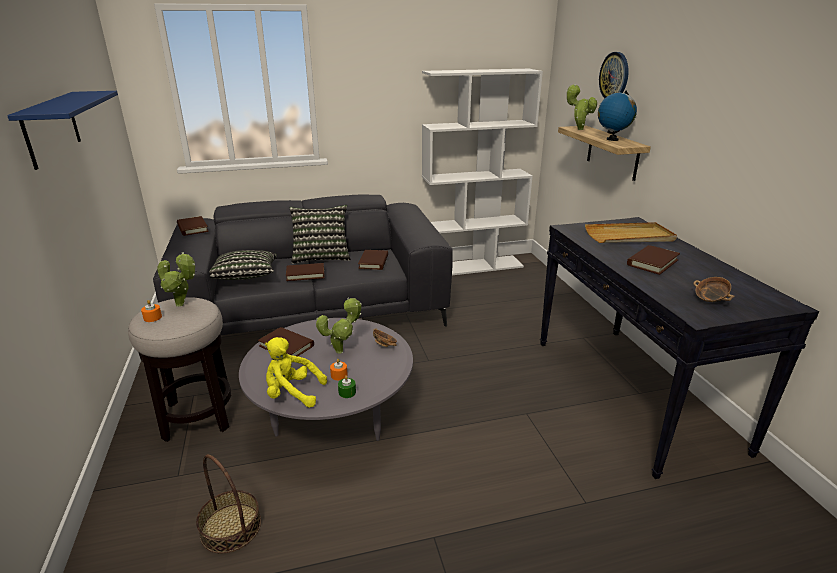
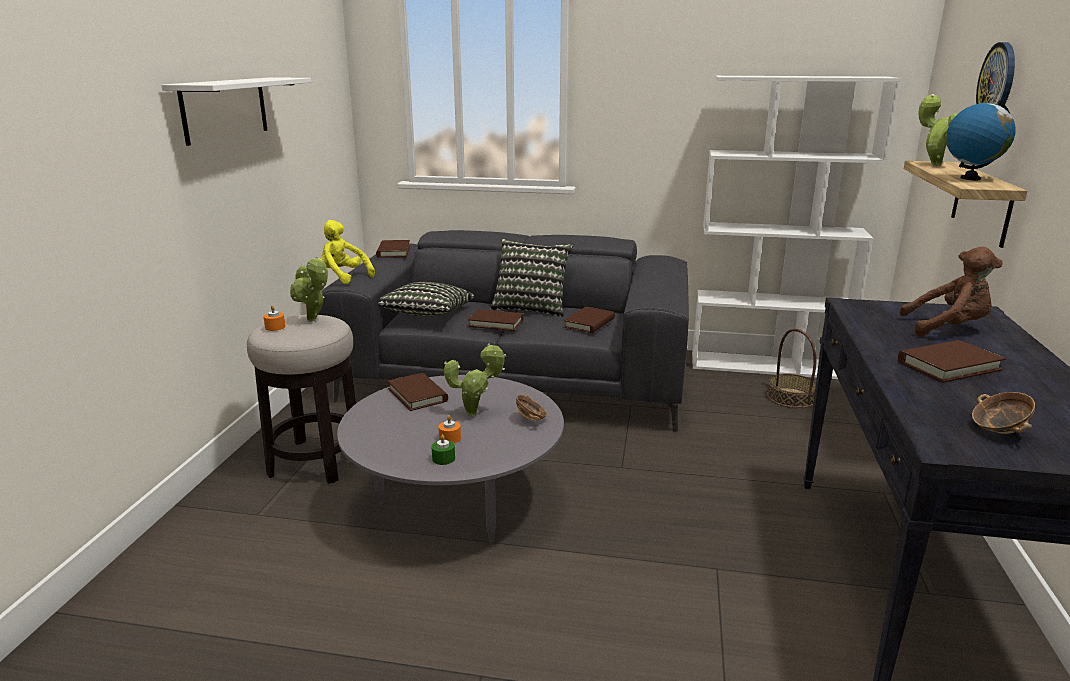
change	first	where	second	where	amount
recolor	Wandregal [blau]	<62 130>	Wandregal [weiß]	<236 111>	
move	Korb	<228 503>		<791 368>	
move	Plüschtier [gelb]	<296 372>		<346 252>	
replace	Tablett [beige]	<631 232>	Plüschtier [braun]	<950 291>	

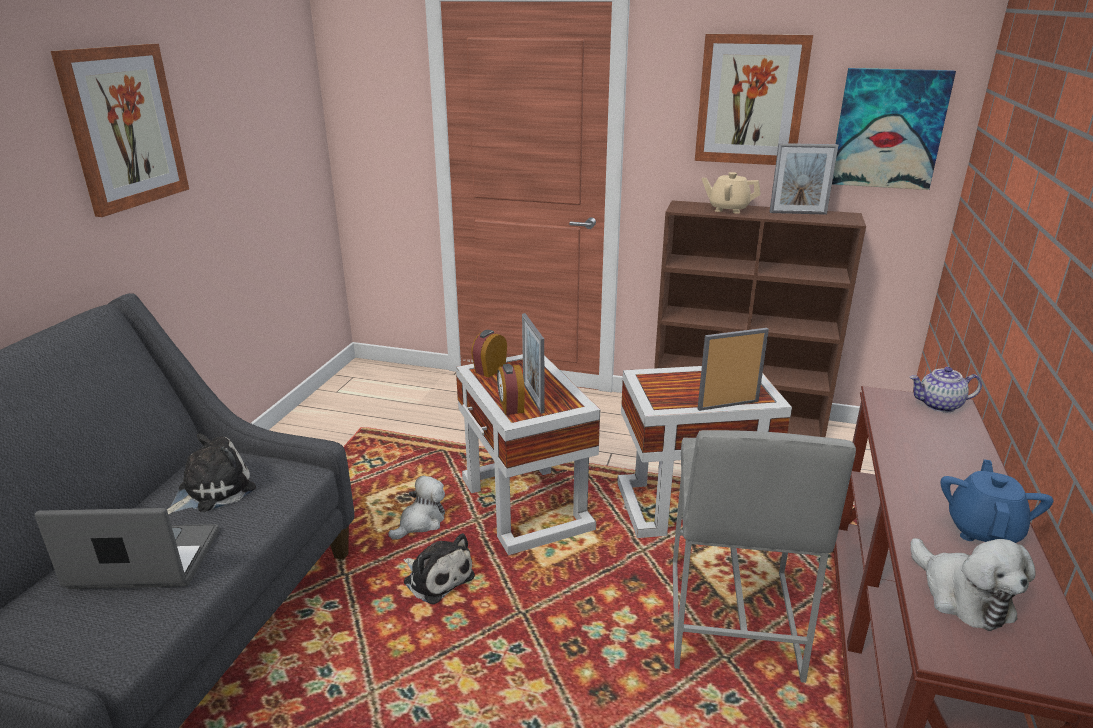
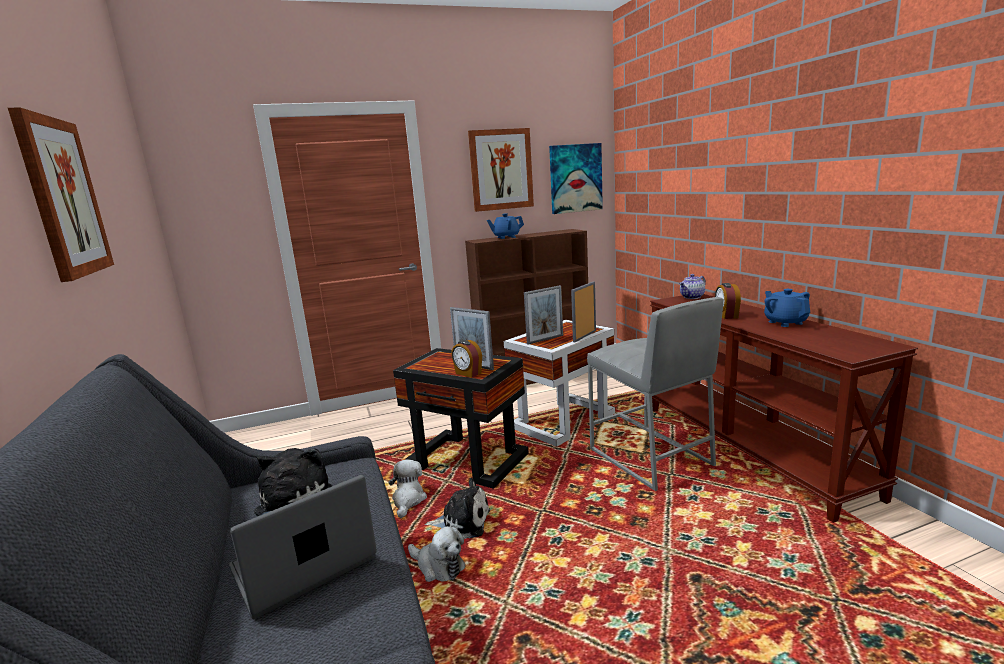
change	first	where	second	where	amount
recolor	Beistelltisch [weiß]	<528 454>	Beistelltisch [schwarz]	<461 418>	
move	Wecker	<489 354>		<728 301>	
recolor	Teekanne [beige]	<731 193>	Teekanne [blau]	<505 226>	
move	Bilderrahmen	<803 179>		<543 314>	
move	Plüschtier	<973 584>		<437 554>	

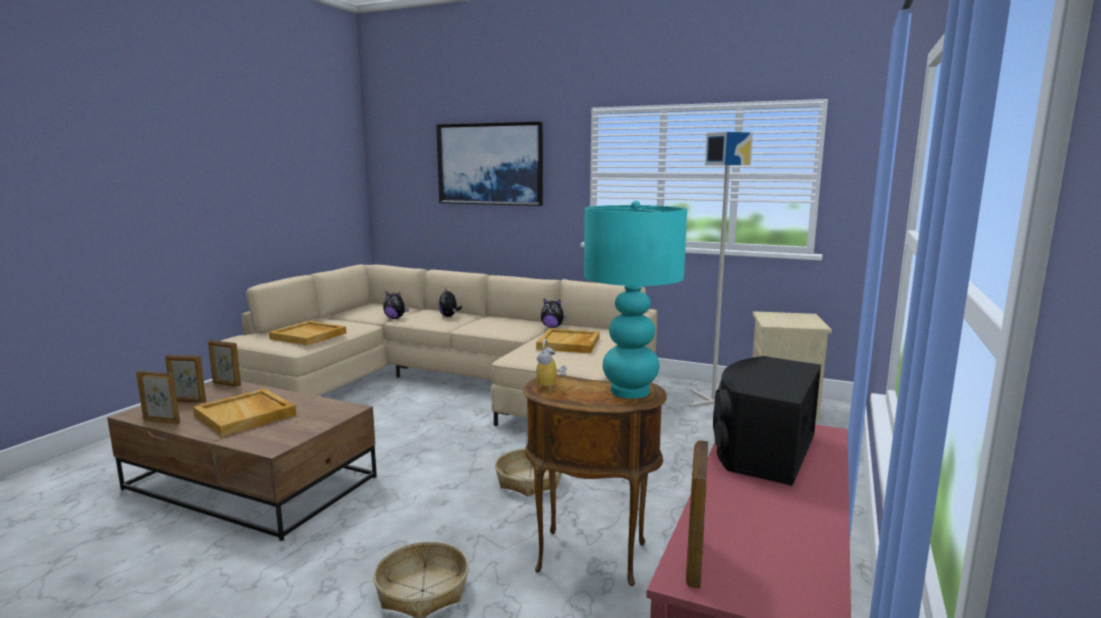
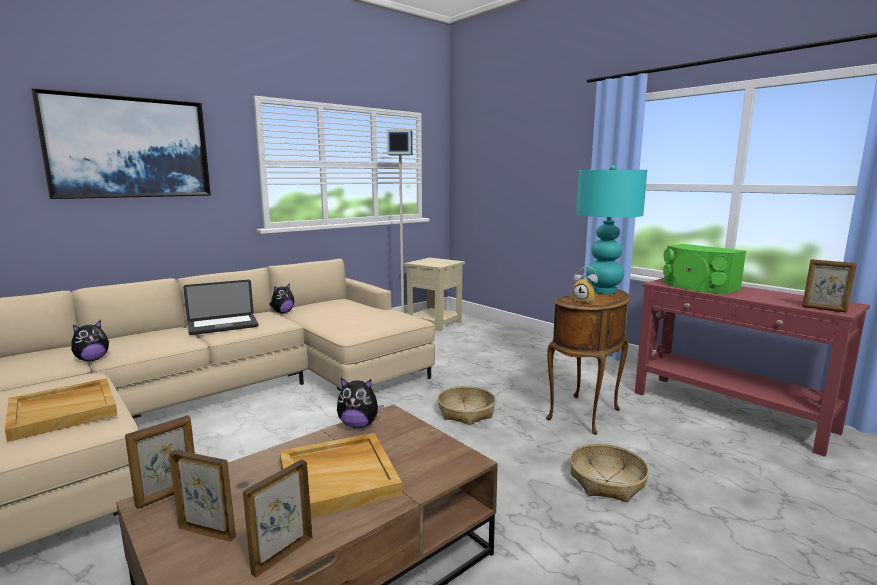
change	first	where	second	where	amount
rotate	Bilderrahmen	<185 379>		<202 496>	105 degrees counterclockwise
move	Plüschtier	<450 302>		<360 403>	
delete	Tablett [beige]	<568 341>			
recolor	Lautsprecher [schwarz]	<767 421>	Lautsprecher [grün]	<704 269>	
insert			Laptop	<220 307>	

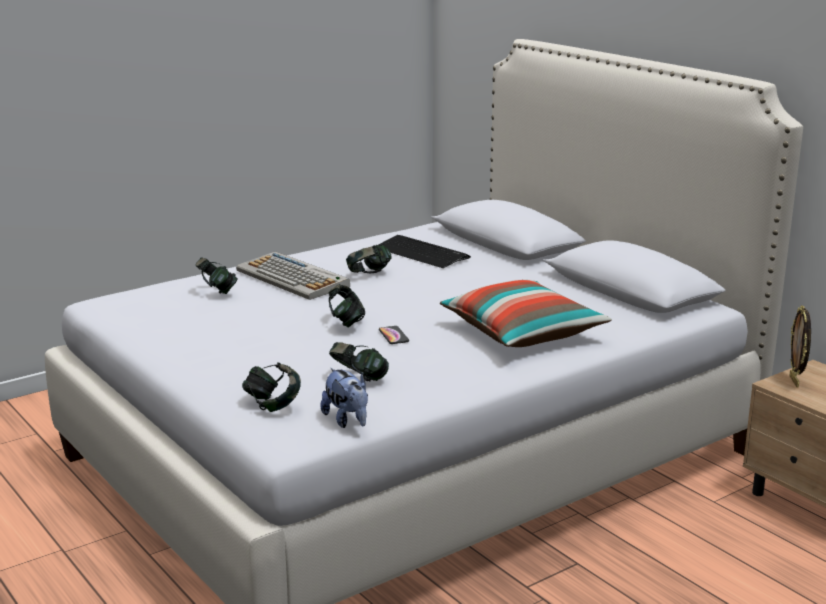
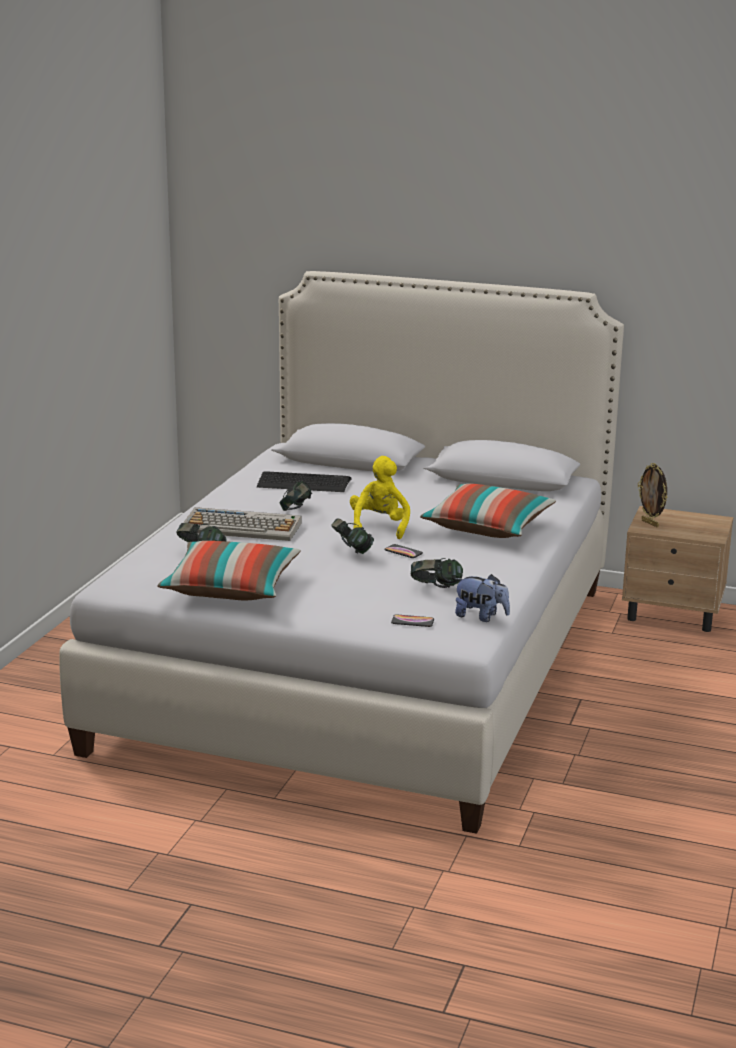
change	first	where	second	where	amount
replace	Kopfhörer	<271 387>	Handy	<412 620>	
insert			Kissen	<229 570>	
insert			Plüschtier [gelb]	<380 497>	

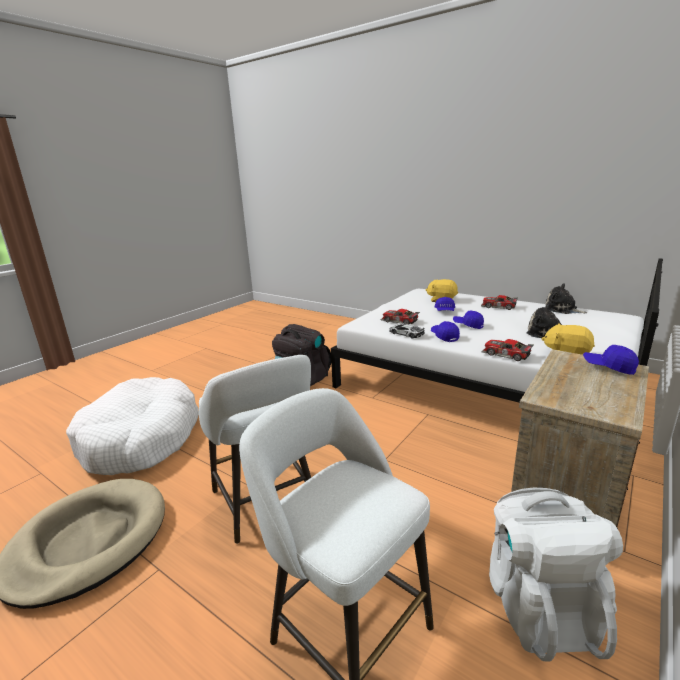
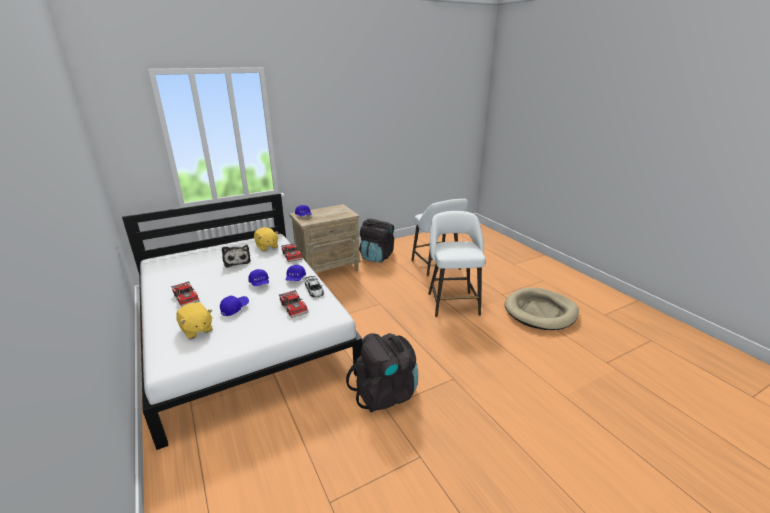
change	first	where	second	where	amount
delete	Hundebett [weiß]	<132 426>			
recolor	Rucksack [weiß]	<556 574>	Rucksack [schwarz]	<376 241>	
delete	Plüschtier	<566 298>			

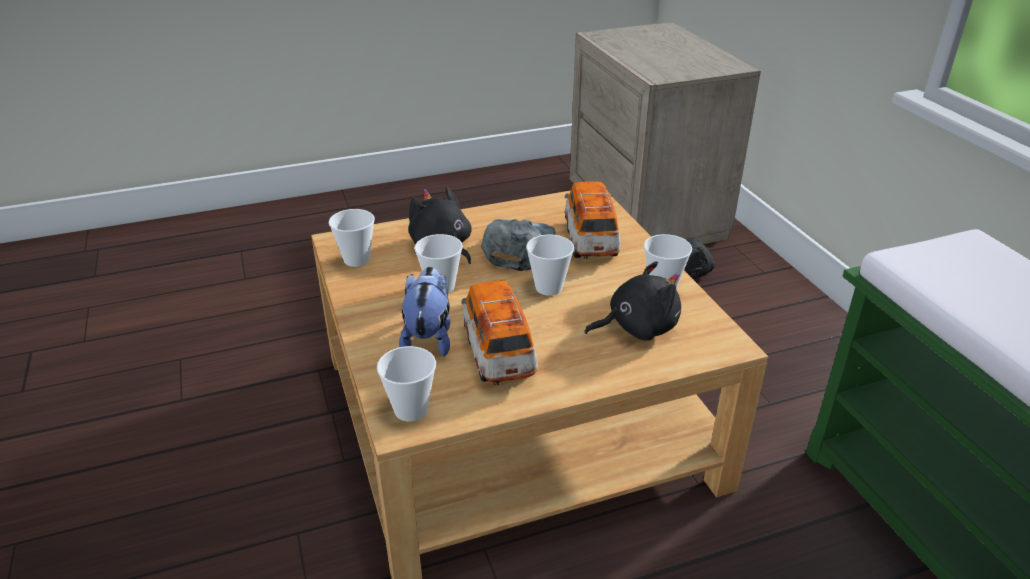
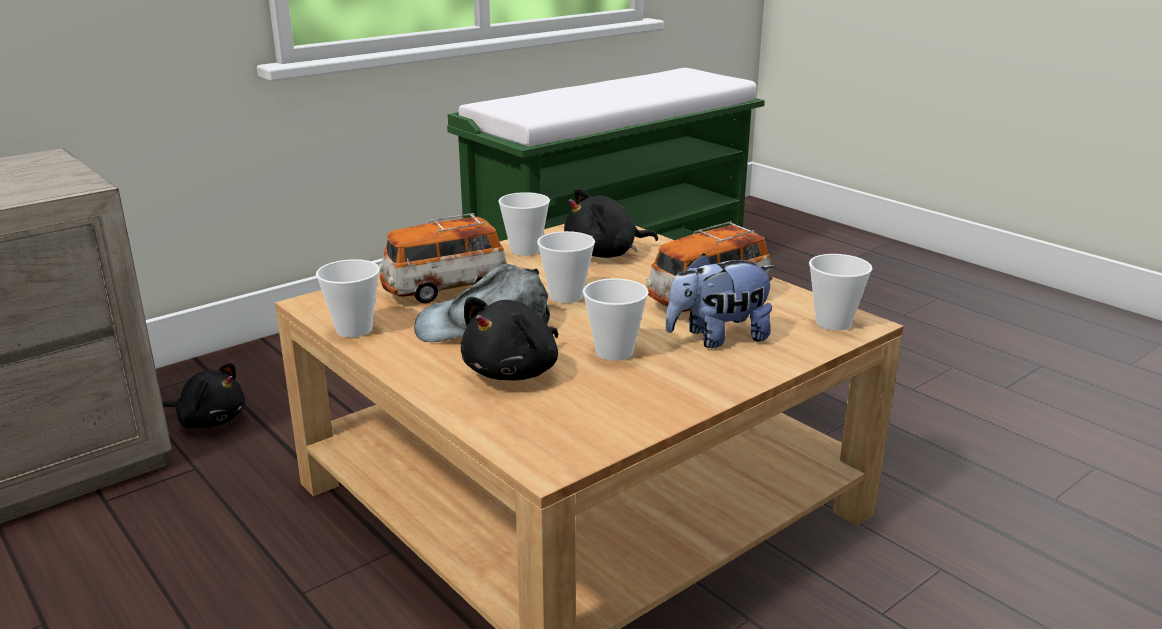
change	first	where	second	where	amount
move	Tasse	<352 238>		<348 298>	
rotate	Plüschtier [schwarz]	<632 301>		<611 223>	75 degrees counterclockwise

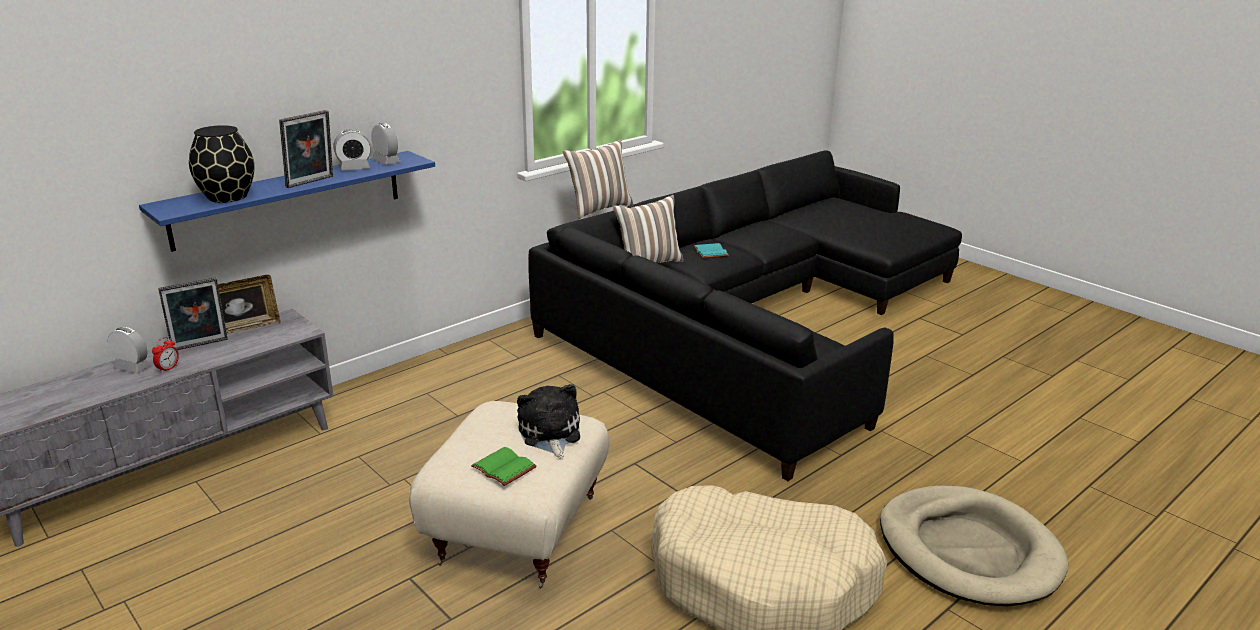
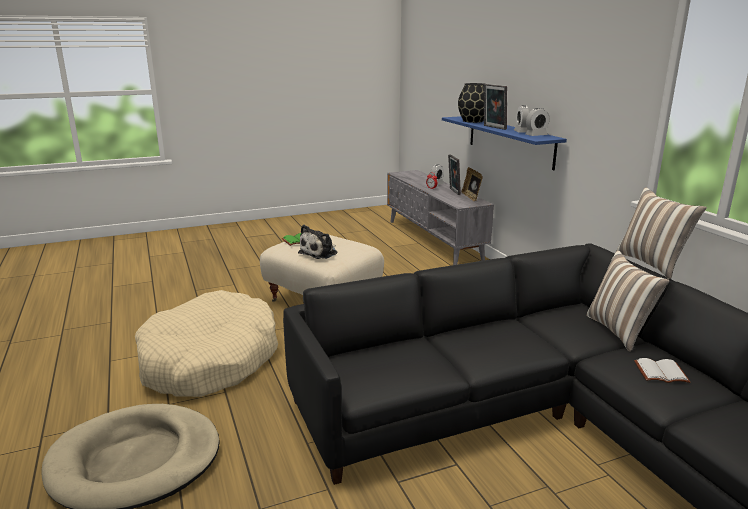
change	first	where	second	where	amount
rotate	Plüschtier	<548 421>		<317 242>	120 degrees clockwise
recolor	Buch [türkis]	<711 250>	Buch [weiß]	<662 370>	

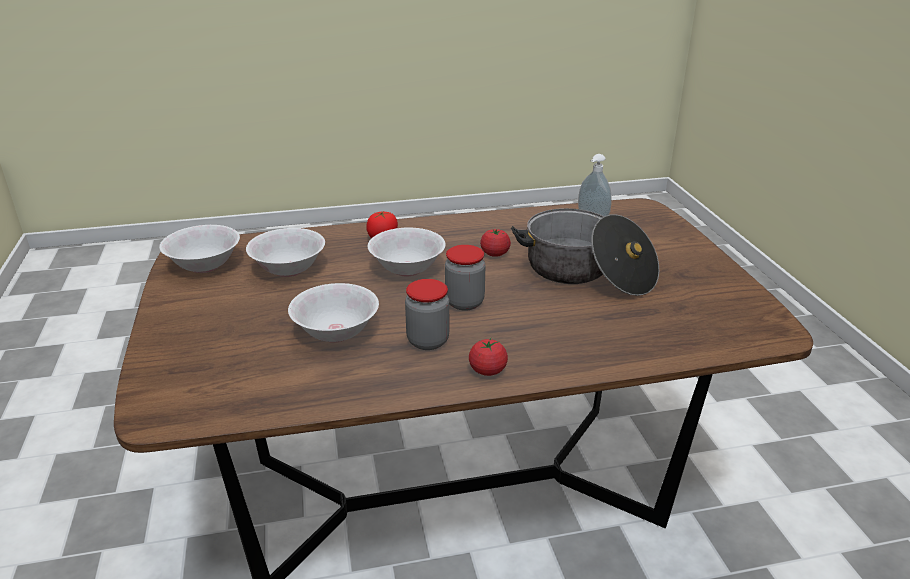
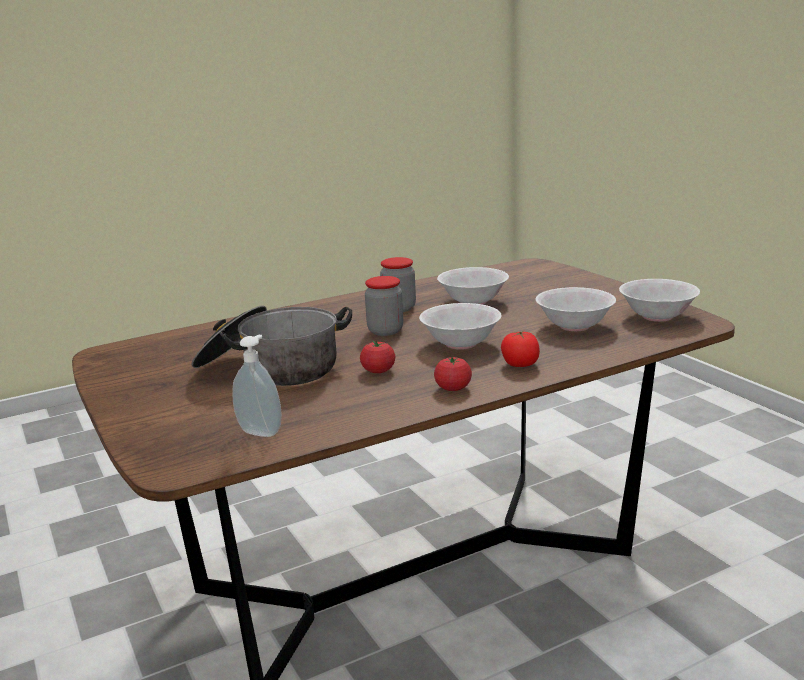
change	first	where	second	where	amount
move	Tomate	<488 357>		<453 374>	

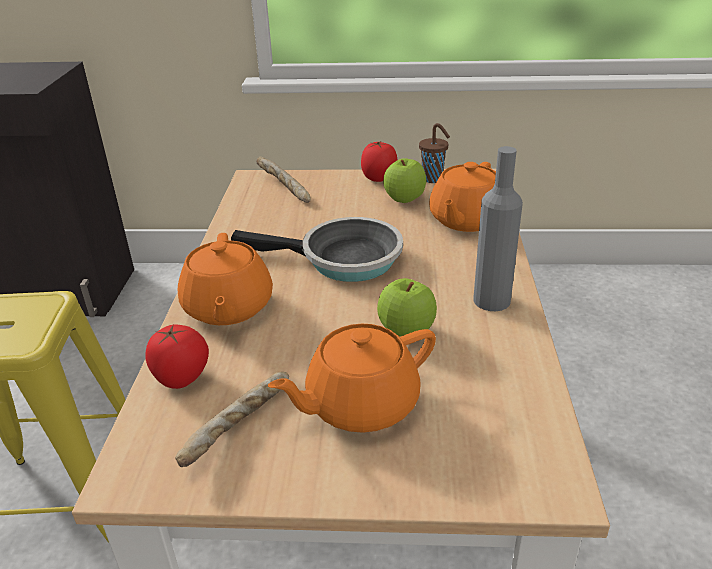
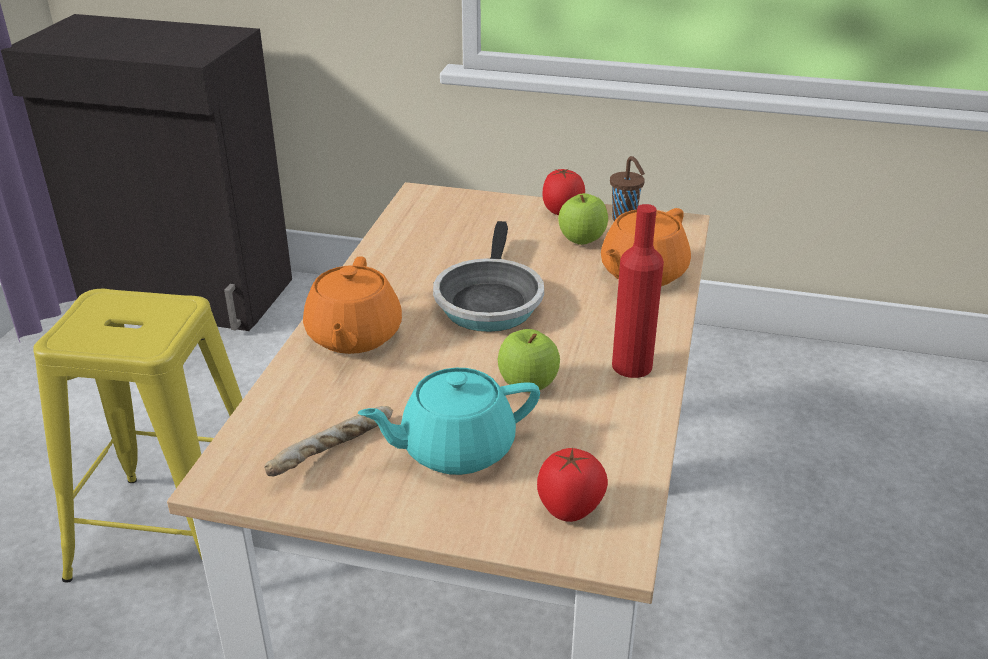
change	first	where	second	where	amount
move	Tomate	<177 356>		<572 485>	
rotate	Pfanne	<317 249>		<488 276>	75 degrees clockwise
delete	Brot	<283 180>			
recolor	Teekanne [orange]	<352 378>	Teekanne [türkis]	<449 421>	
recolor	Flasche [grau]	<498 228>	Flasche [rot]	<638 291>	

